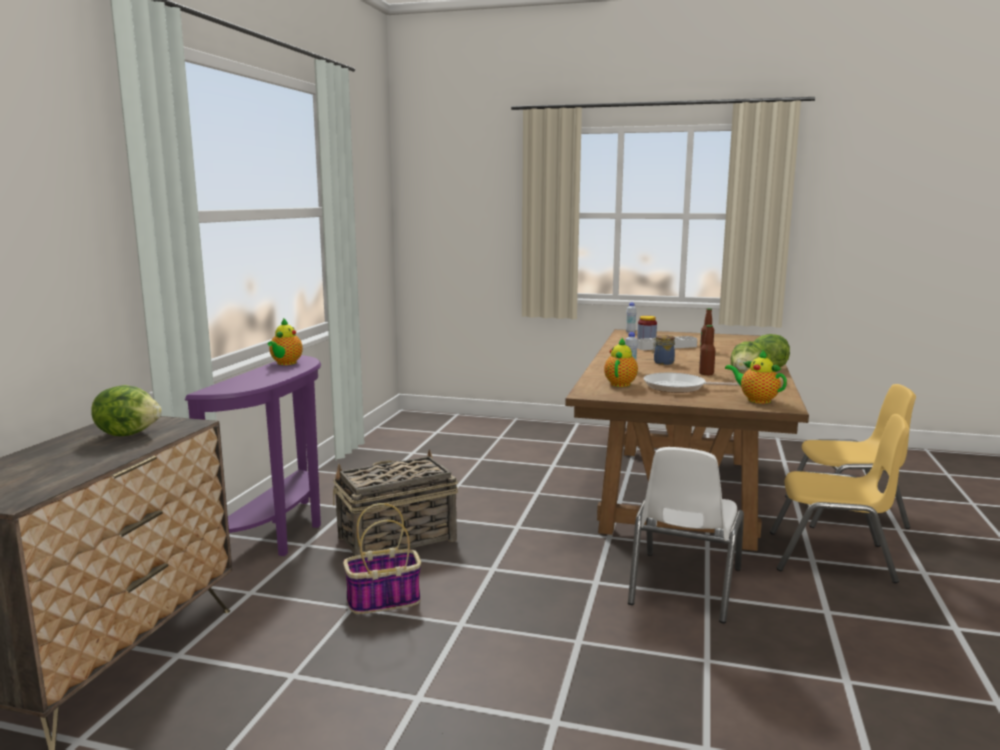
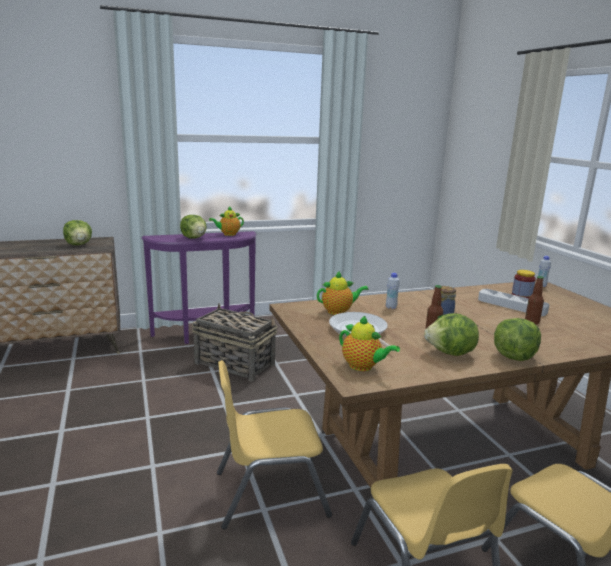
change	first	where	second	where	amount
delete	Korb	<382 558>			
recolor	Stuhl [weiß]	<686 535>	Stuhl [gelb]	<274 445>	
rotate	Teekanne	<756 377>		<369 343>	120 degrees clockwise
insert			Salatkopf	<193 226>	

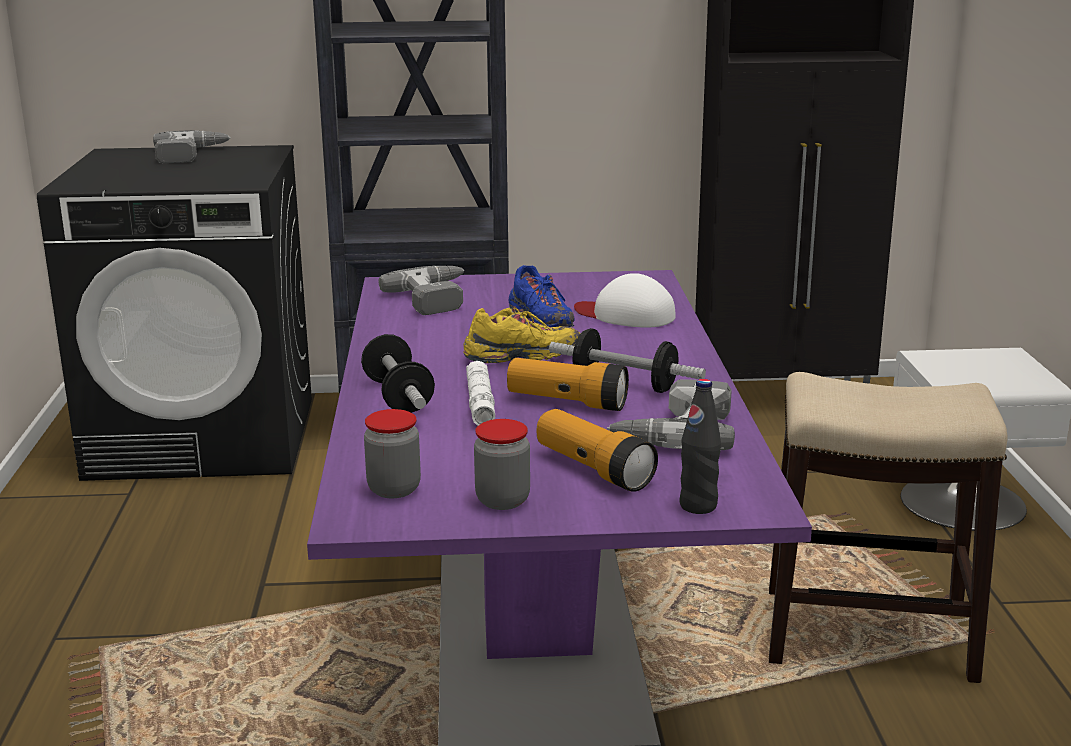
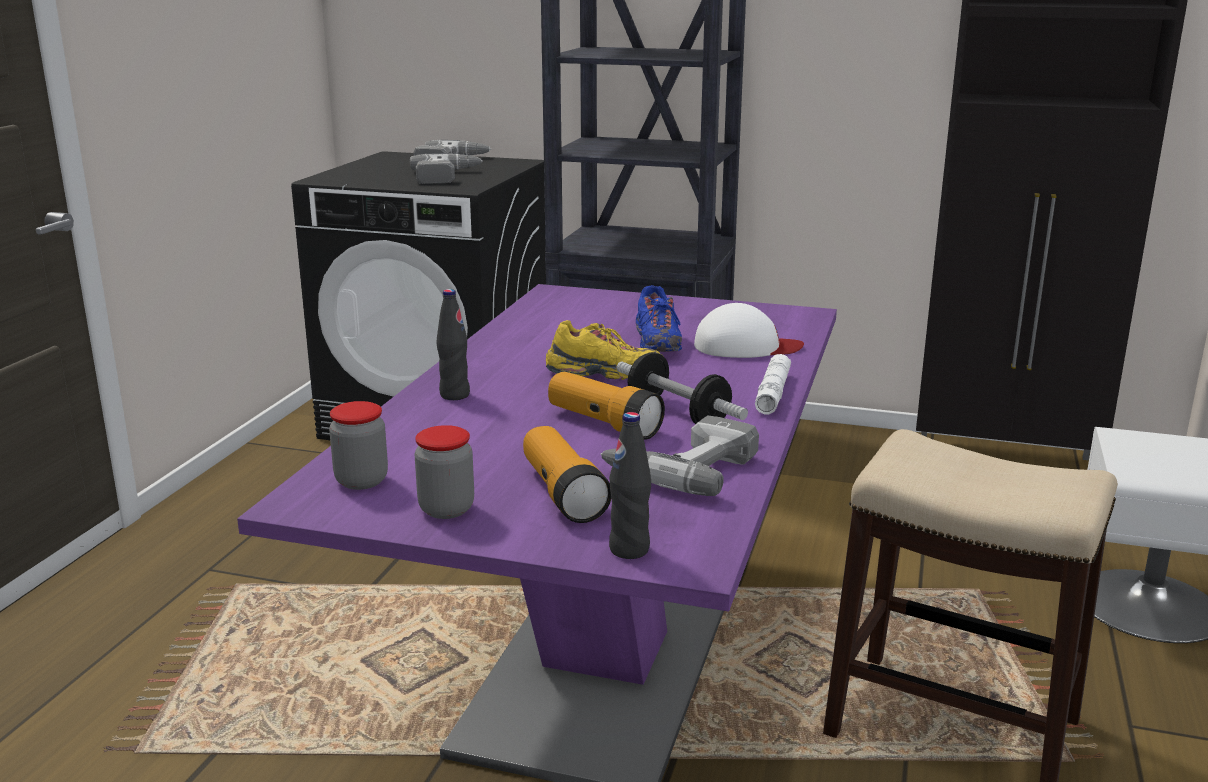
change	first	where	second	where	amount
replace	Hantel	<398 373>	Flasche [schwarz]	<453 344>	
move	Bohrmaschine	<421 290>		<446 168>	
move	Taschenlampe [weiß]	<480 393>		<773 384>	
rotate	Kappe [weiß]	<625 300>		<749 330>	135 degrees clockwise

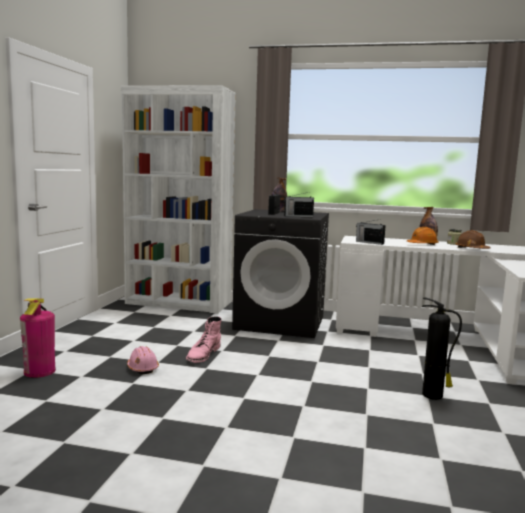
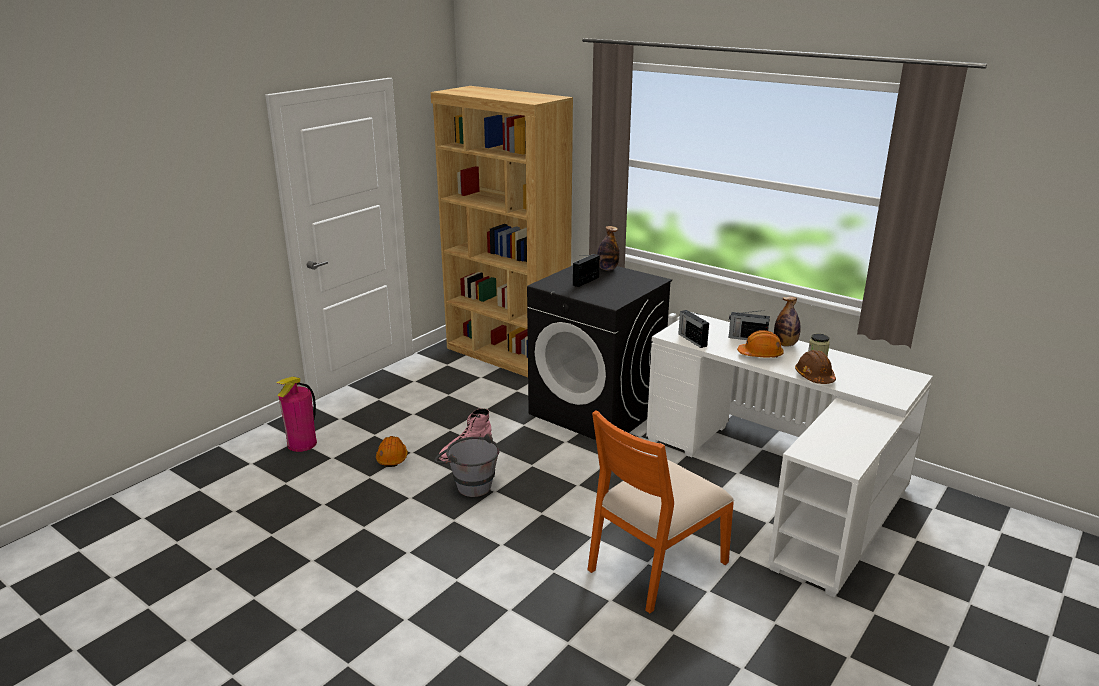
change	first	where	second	where	amount
recolor	Bücherregal [weiß]	<178 199>	Bücherregal [braun]	<502 231>	
recolor	Schutzhelm [rosa]	<143 360>	Schutzhelm [orange]	<392 451>	
move	Radio	<299 204>		<749 325>	
replace	Feuerlöscher	<442 348>	Stuhl [orange]	<661 511>	
insert			Eimer [grau]	<467 465>	

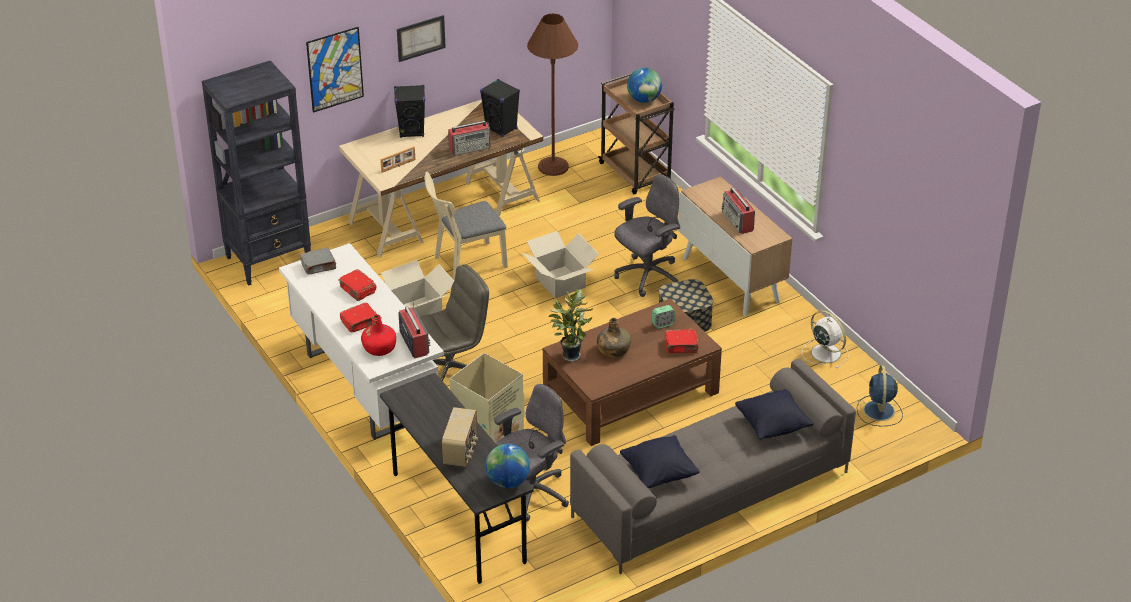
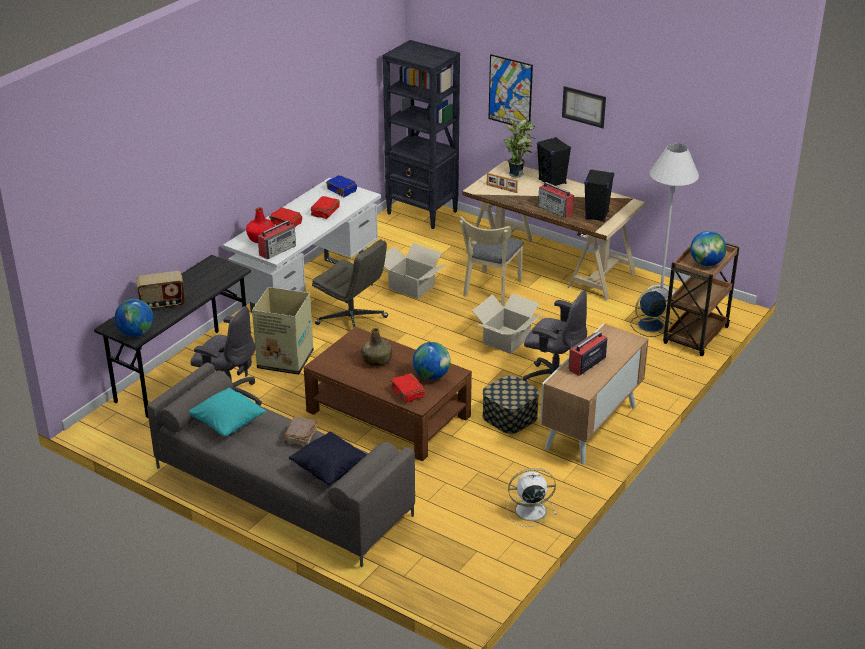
change	first	where	second	where	amount
recolor	Buch [grau]	<318 261>	Buch [blau]	<341 186>	
rotate	Stuhl [beige]	<466 226>		<492 261>	105 degrees counterclockwise
recolor	Stehlampe [braun]	<552 95>	Stehlampe [weiß]	<673 222>	
move	Topfpflanze	<570 325>		<520 148>	
recolor	Kissen [schwarz]	<660 461>	Kissen [türkis]	<227 412>	
replace	Wecker	<663 317>	Globus	<432 361>	
rotate	Ventilator [weiß]	<825 339>		<532 497>	120 degrees counterclockwise
move	Ventilator [blau]	<880 395>		<651 311>	
insert			Buch [braun]	<300 432>	

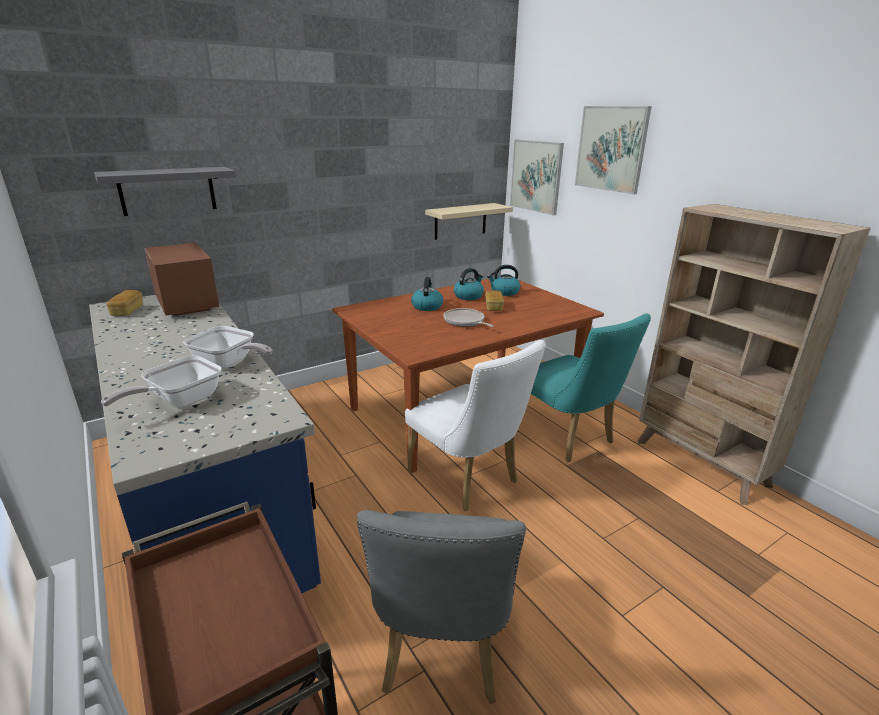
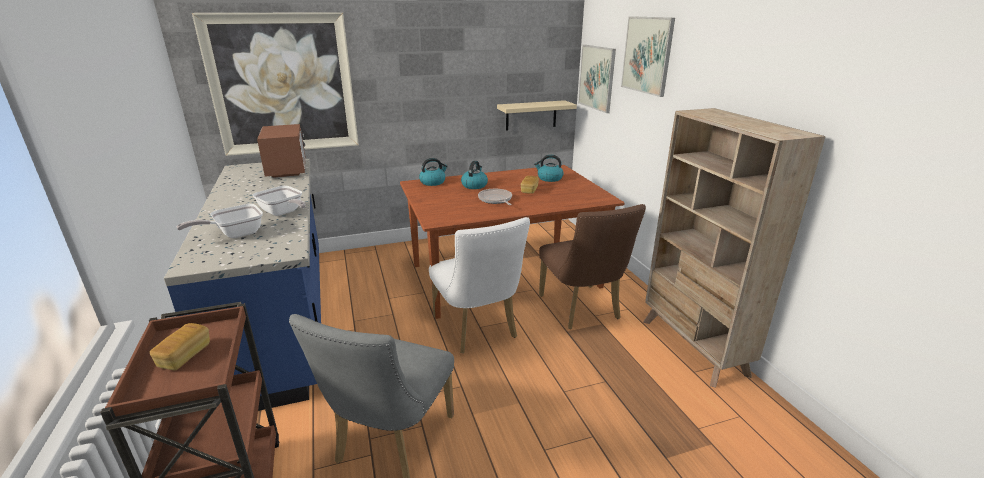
change	first	where	second	where	amount
replace	Wandregal [grau]	<165 191>	Bild	<275 84>	
move	Brot	<124 303>		<180 346>	
move	Wasserkessel	<469 284>		<433 172>	
recolor	Stuhl [türkis]	<585 388>	Stuhl [braun]	<592 266>	

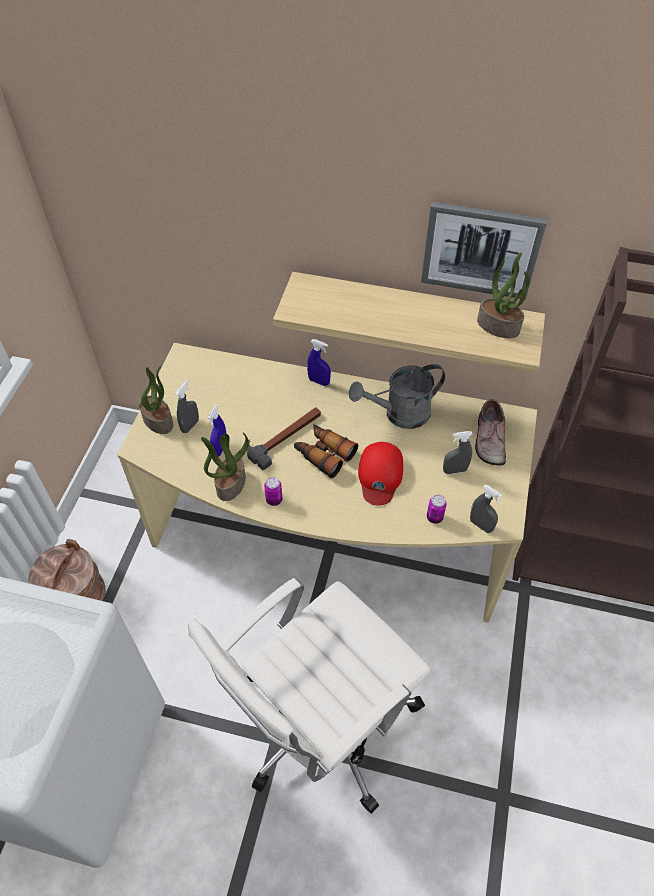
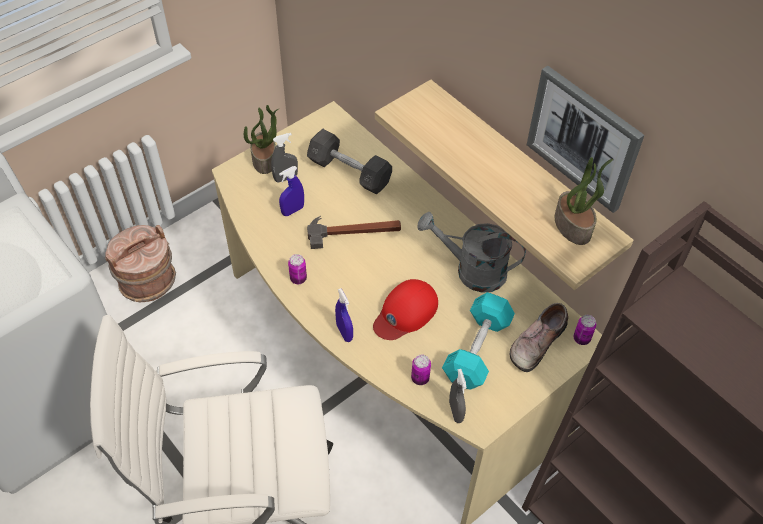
change	first	where	second	where	amount
delete	Topfpflanze	<225 467>			
delete	Fernglas	<326 451>			
move	Sprühflasche [blau]	<319 362>		<344 315>	
replace	Sprühflasche [grau]	<458 452>	Hantel [türkis]	<478 340>	
insert			Hantel [grau]	<349 161>	
insert			Dose	<584 330>	

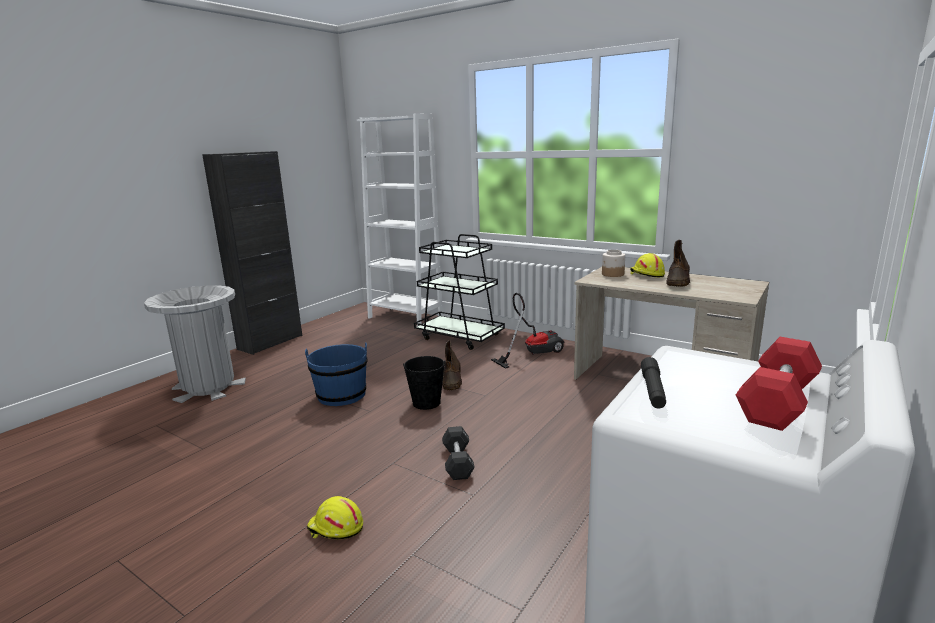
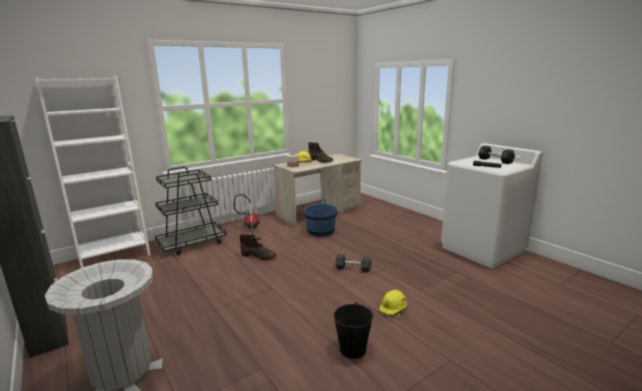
change	first	where	second	where	amount
move	Eimer [blau]	<336 374>		<320 218>	
move	Eimer [schwarz]	<424 383>		<353 330>	
recolor	Hantel [rot]	<779 384>	Hantel [schwarz]	<496 155>	

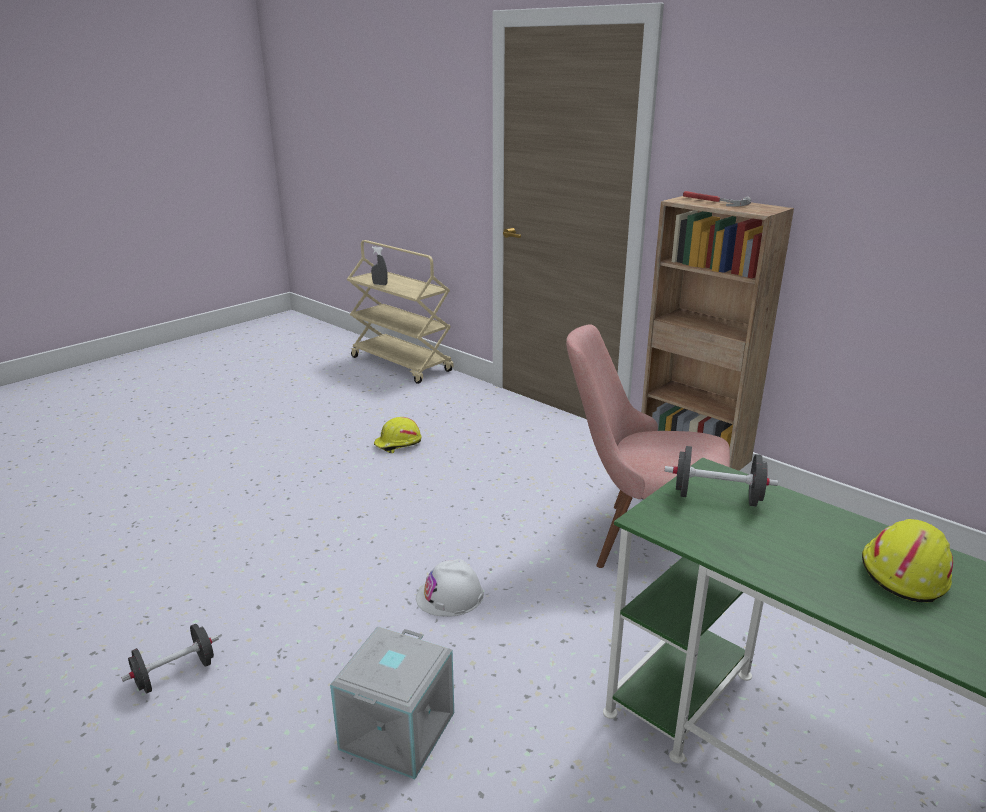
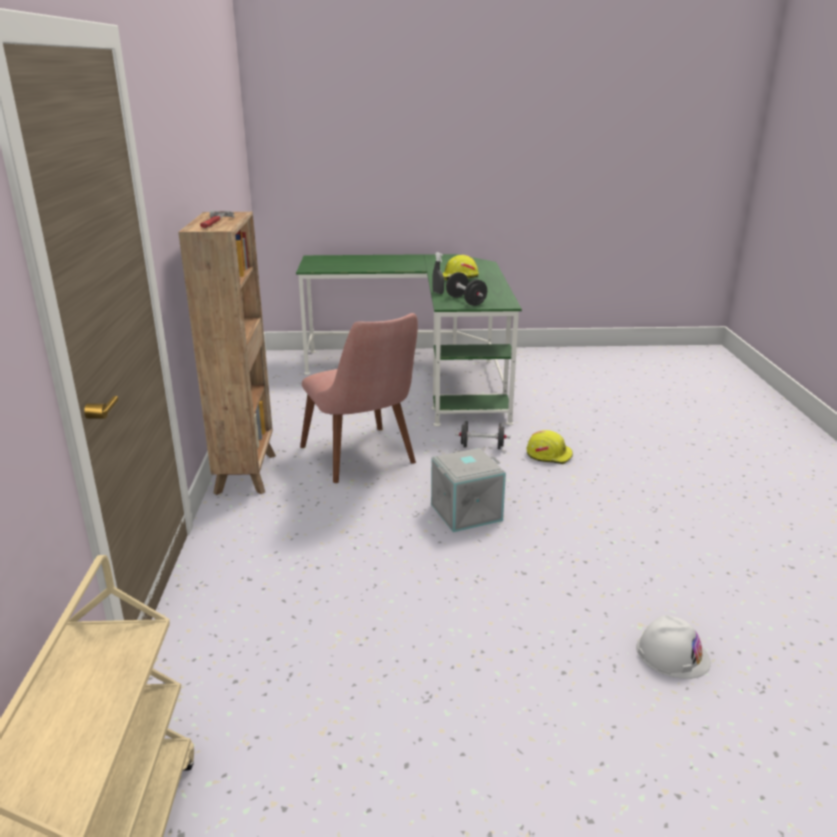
change	first	where	second	where	amount
move	Hantel [schwarz]	<170 659>		<482 435>	
move	Aufbewahrungsbox [grau]	<392 702>		<468 490>	
move	Sprühflasche [grau]	<379 265>		<438 273>	
move	Schutzhelm [gelb]	<398 435>		<550 447>	
move	Schutzhelm [weiß]	<450 588>		<673 647>	

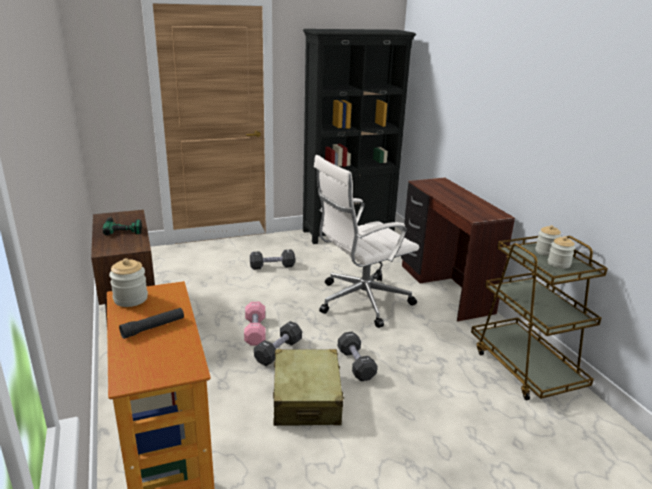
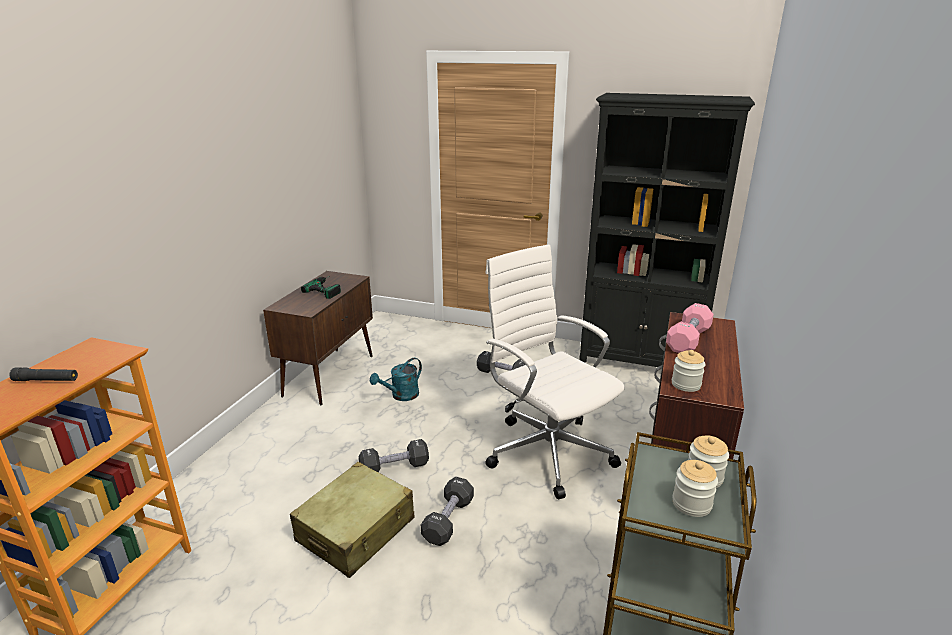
change	first	where	second	where	amount
move	Vorratsglas	<128 282>		<689 371>	
move	Hantel [rosa]	<255 324>		<690 328>	
rotate	Bürostuhl [weiß]	<366 241>		<555 371>	45 degrees clockwise
insert			Gießkanne [türkis]	<396 379>	

